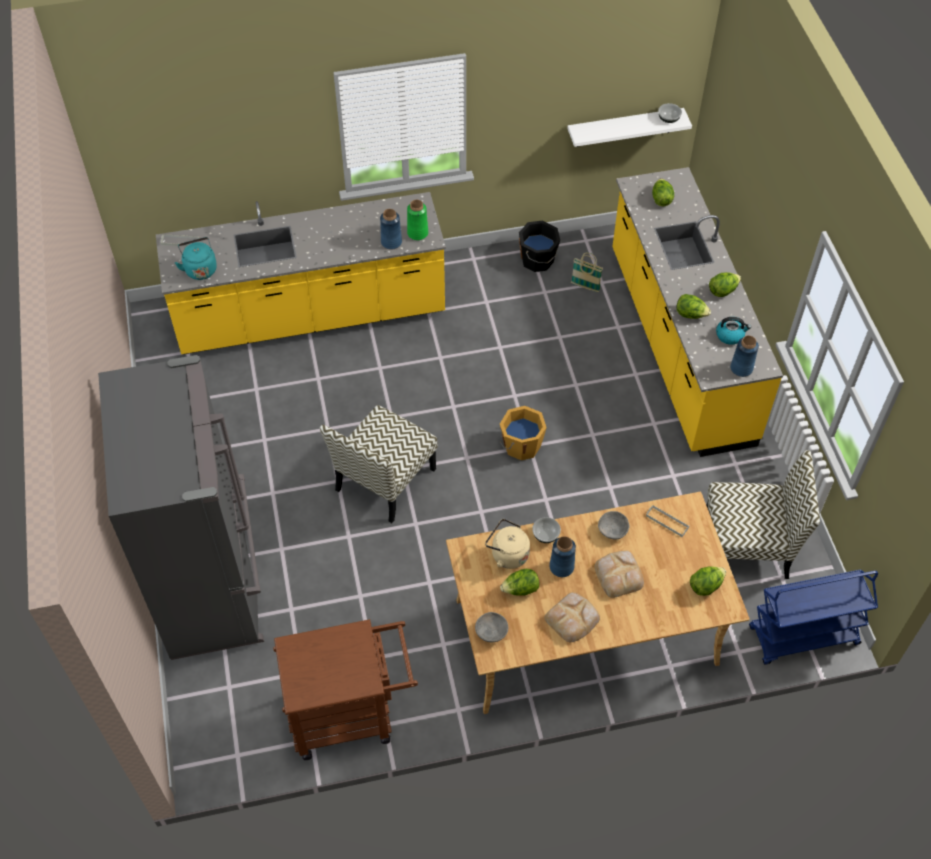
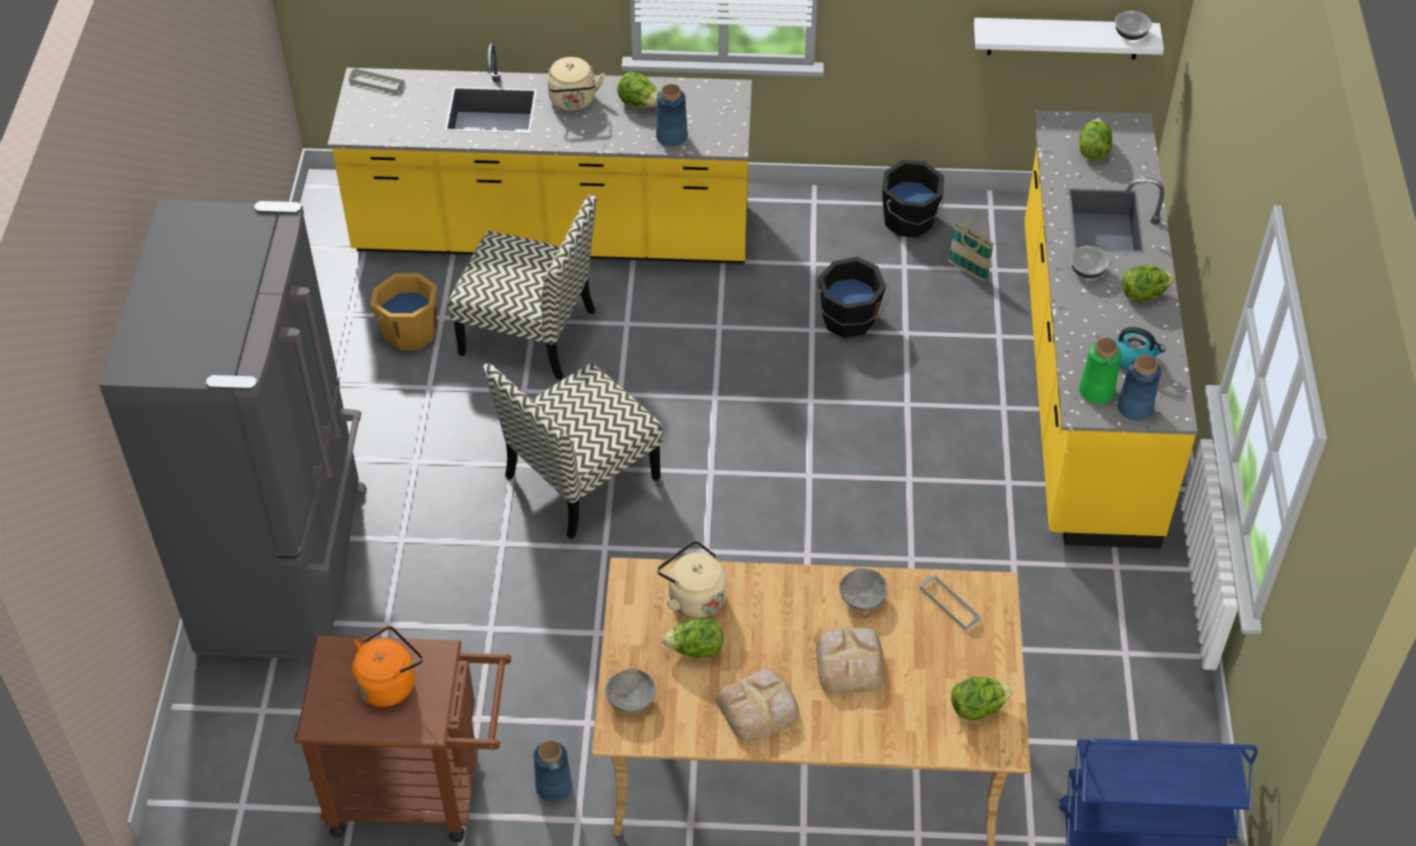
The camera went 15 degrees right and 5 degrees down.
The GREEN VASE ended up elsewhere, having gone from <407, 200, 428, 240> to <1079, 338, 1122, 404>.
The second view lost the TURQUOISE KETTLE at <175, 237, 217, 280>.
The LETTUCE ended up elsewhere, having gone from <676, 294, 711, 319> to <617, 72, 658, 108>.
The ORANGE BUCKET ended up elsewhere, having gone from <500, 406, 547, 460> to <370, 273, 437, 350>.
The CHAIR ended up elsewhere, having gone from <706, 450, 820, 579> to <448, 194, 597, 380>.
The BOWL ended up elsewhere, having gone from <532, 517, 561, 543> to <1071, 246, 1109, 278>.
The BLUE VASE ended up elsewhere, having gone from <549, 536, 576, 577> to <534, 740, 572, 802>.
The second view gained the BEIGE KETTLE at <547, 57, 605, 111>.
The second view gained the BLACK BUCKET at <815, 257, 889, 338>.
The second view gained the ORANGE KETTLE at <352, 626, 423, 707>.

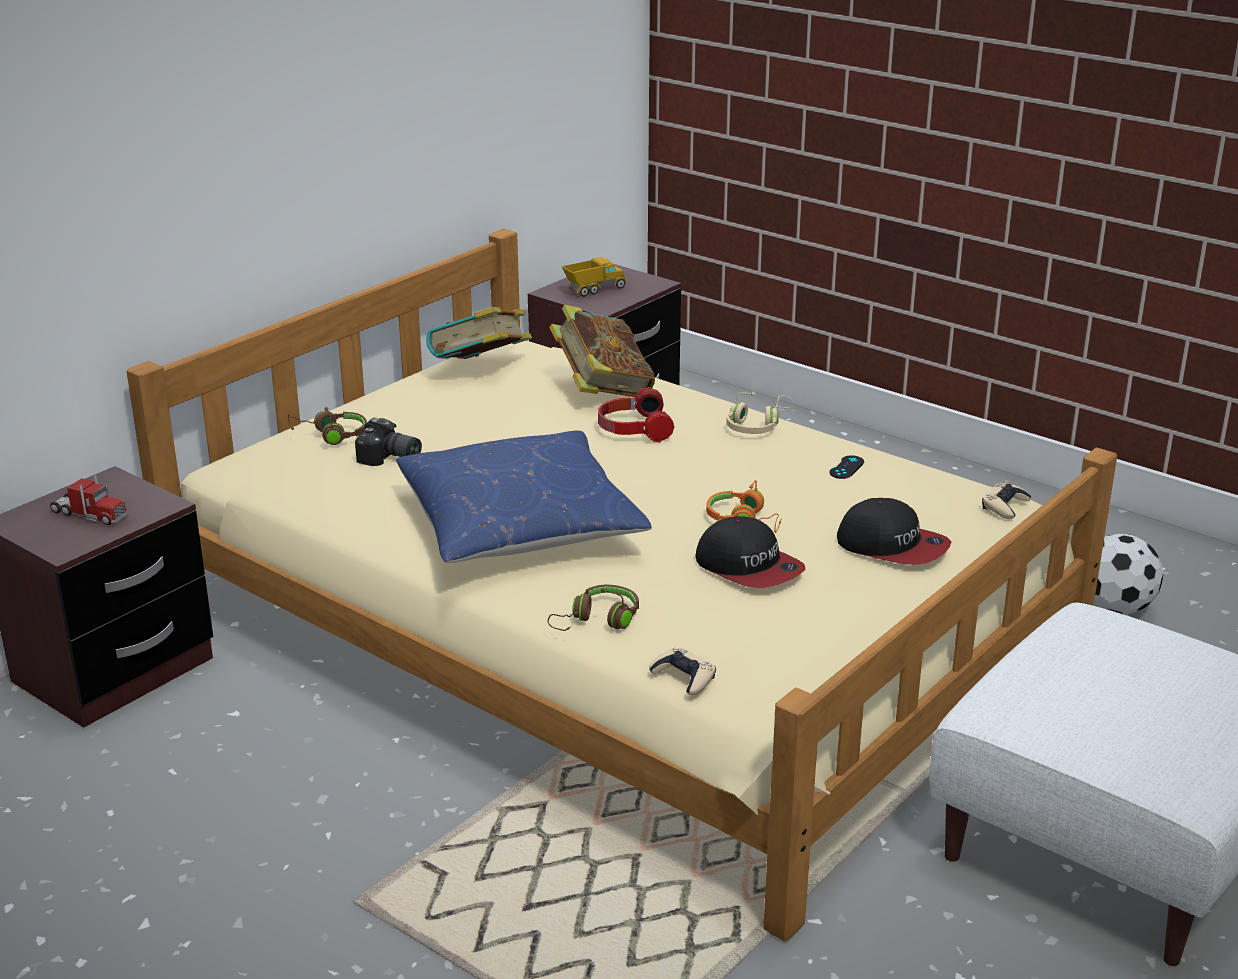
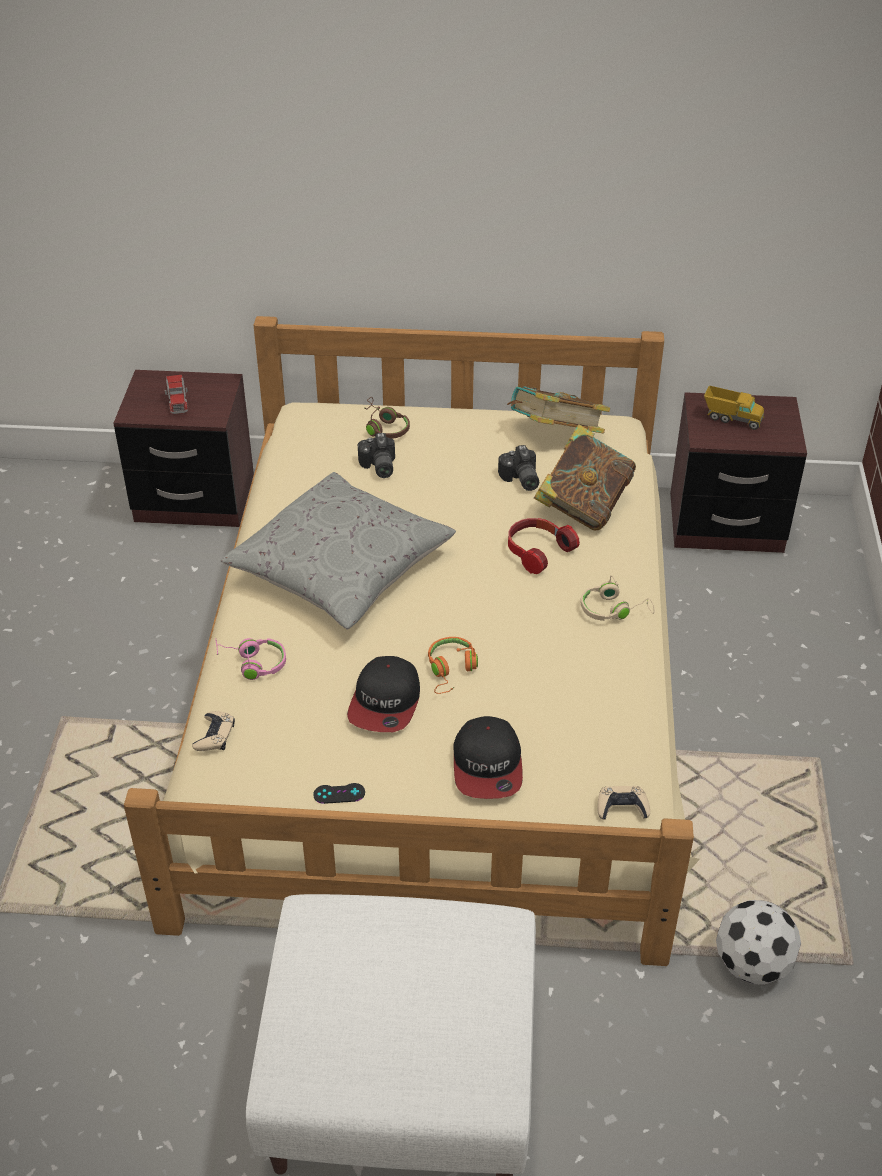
The camera went 55 degrees right and 15 degrees up.
What was the BLUE PILLOW at <396, 431, 652, 563> turned into the GREY PILLOW at <221, 472, 456, 630>.
The BLACK GAME CONTROLLER ended up elsewhere, having gone from <829, 455, 864, 479> to <313, 783, 365, 804>.
What was the BROWN HEADPHONES at <548, 585, 639, 631> turned into the PINK HEADPHONES at <215, 638, 286, 680>.
The second view gained the PHOTO CAMERA at <498, 445, 539, 491>.

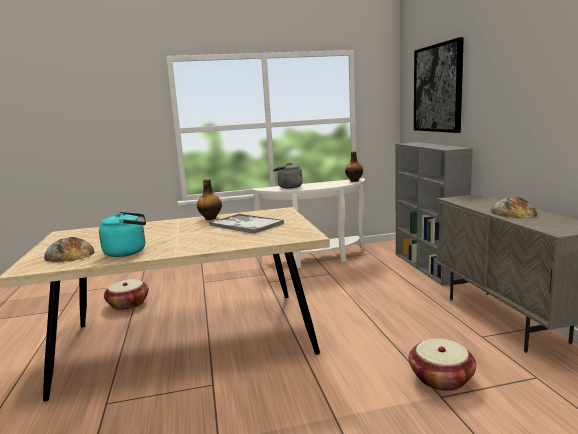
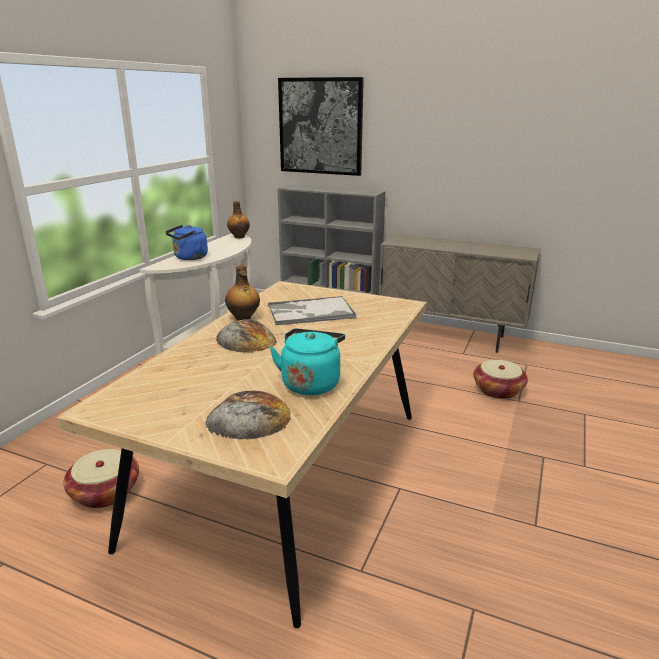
The camera went 55 degrees left and 10 degrees up.
What was the GREY KETTLE at <273, 163, 303, 189> turned into the BLUE KETTLE at <166, 225, 208, 260>.
The BREAD ended up elsewhere, having gone from <490, 197, 537, 218> to <216, 319, 276, 353>.

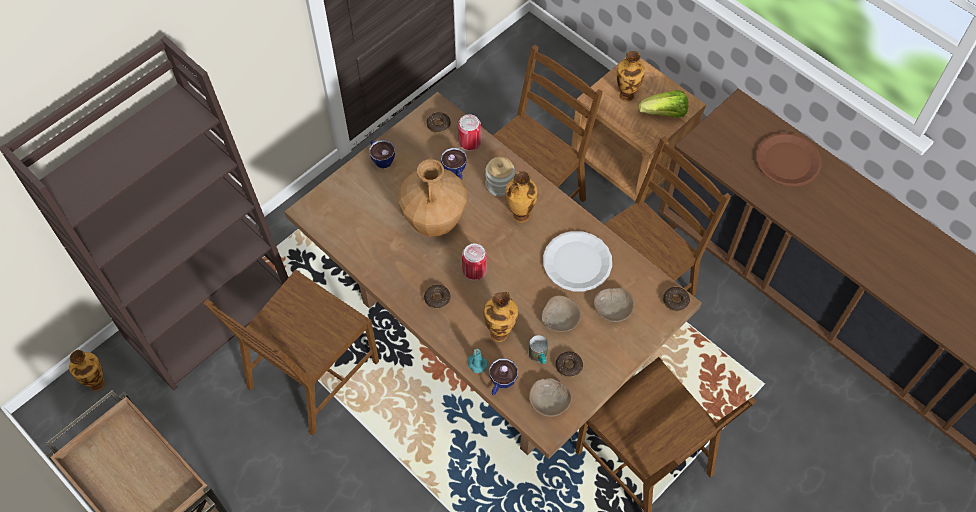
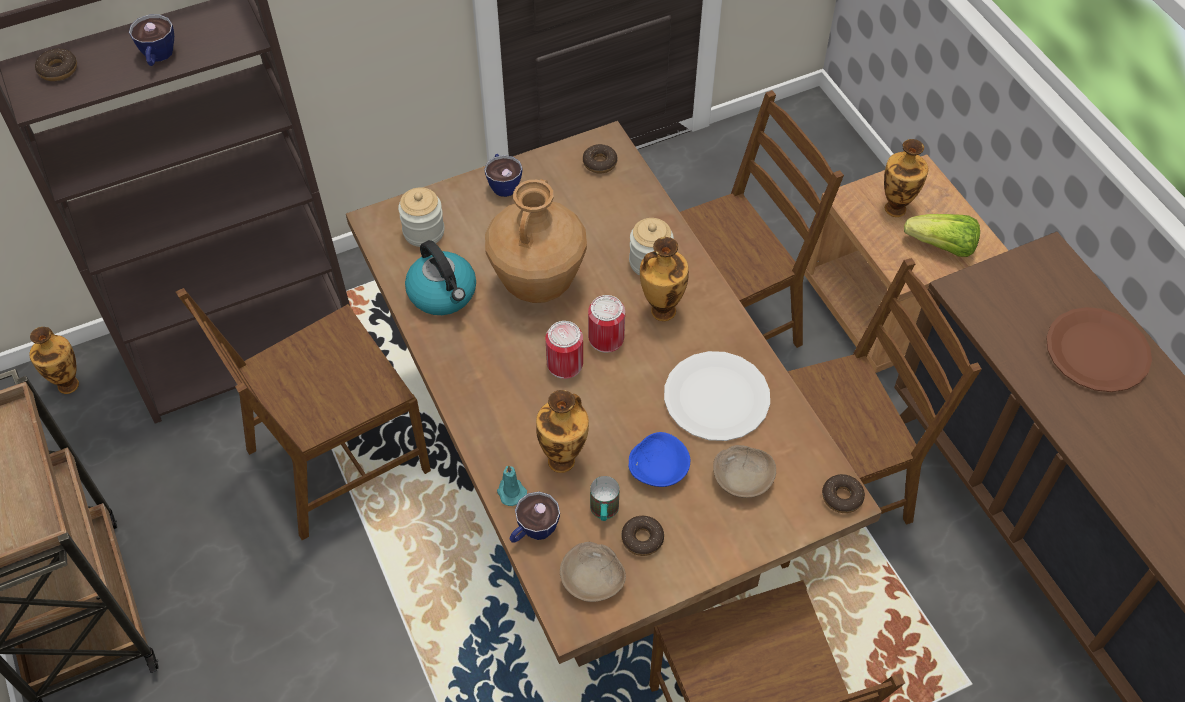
The camera went 20 degrees right and 5 degrees down.
The CAN ended up elsewhere, having gone from <458, 114, 481, 151> to <588, 295, 625, 353>.
The CUP ended up elsewhere, having gone from <441, 148, 467, 180> to <129, 14, 174, 66>.
The DONUT ended up elsewhere, having gone from <424, 285, 451, 309> to <35, 48, 77, 81>.
What was the BEIGE BOWL at <541, 295, 581, 332> turned into the BLUE BOWL at <628, 432, 690, 487>.
The second view gained the JAR at <398, 187, 445, 247>.
The second view gained the KETTLE at <405, 240, 476, 315>.

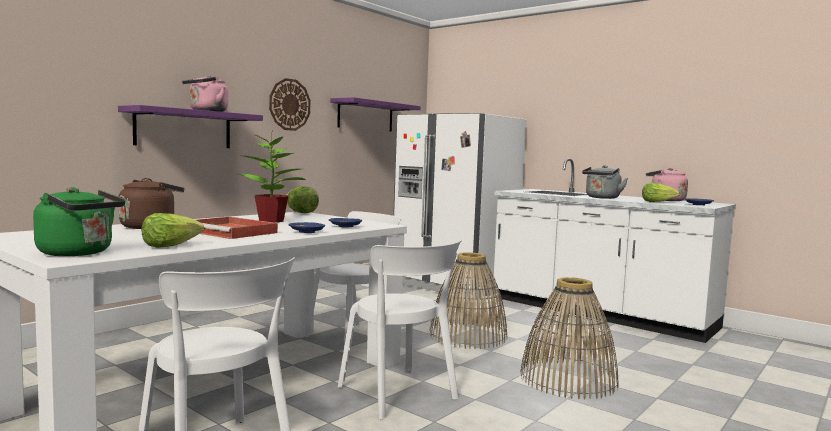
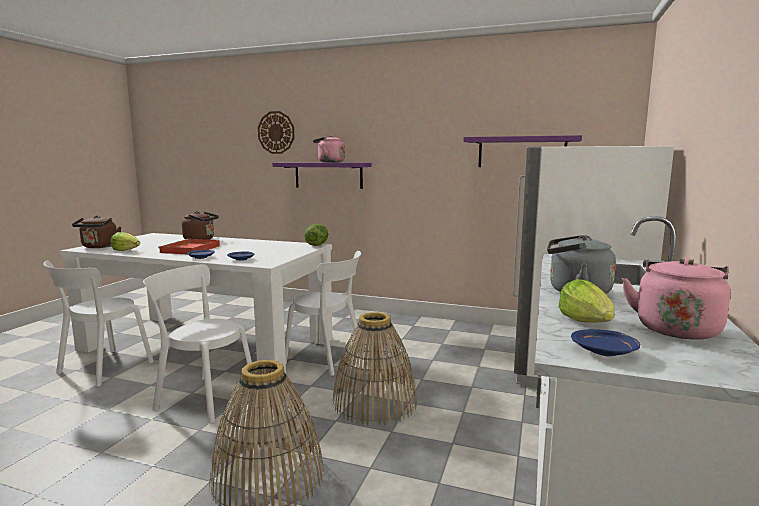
The camera went 70 degrees right and 5 degrees up.
The WALL CLOCK ended up elsewhere, having gone from <269, 78, 310, 131> to <258, 111, 295, 154>.
The second view lost the POTTED PLANT at <239, 134, 306, 223>.
What was the GREEN KETTLE at <33, 187, 125, 256> turned into the BROWN KETTLE at <72, 216, 121, 248>.
The WHITE CHAIR at <338, 239, 462, 419> ended up facing another way, 75 degrees clockwise from before.

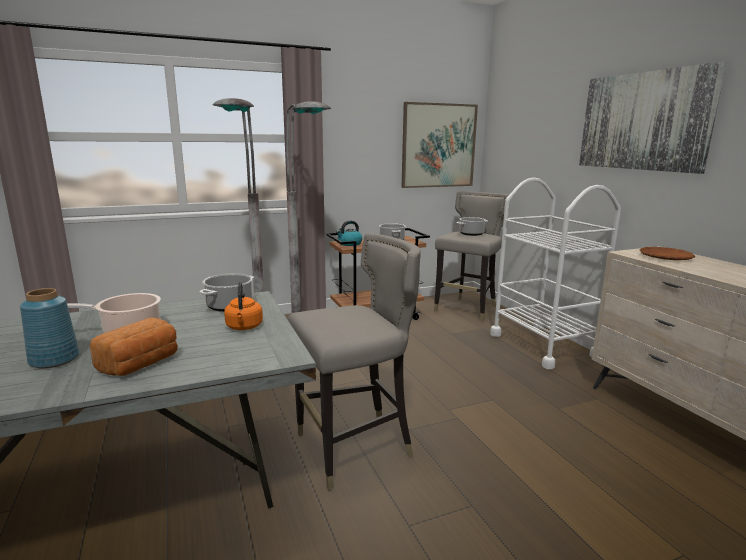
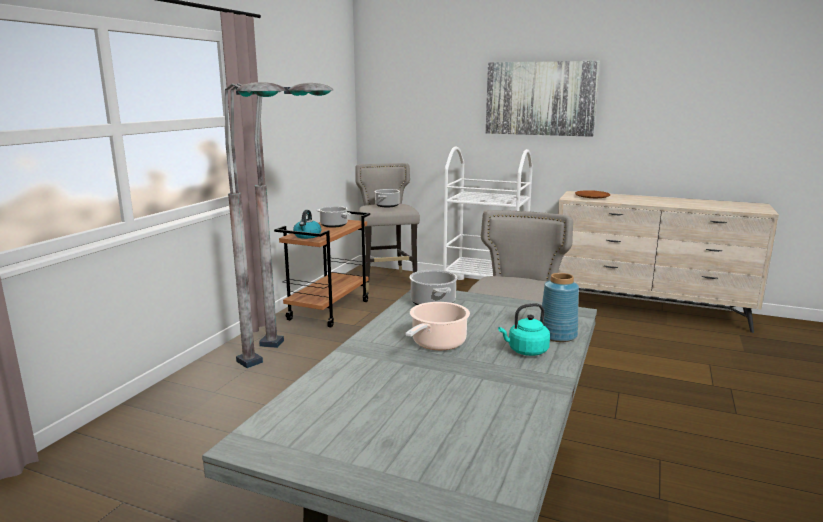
The camera went 45 degrees left and 0 degrees up.
The second view lost the PICTURE at <402, 102, 478, 188>.
The second view lost the ORANGE KETTLE at <224, 282, 263, 330>.
The BLUE VASE ended up elsewhere, having gone from <20, 288, 80, 368> to <540, 273, 579, 342>.
Where the BREAD stood at <90, 317, 178, 376>, the TURQUOISE KETTLE came to stand at <498, 303, 550, 356>.

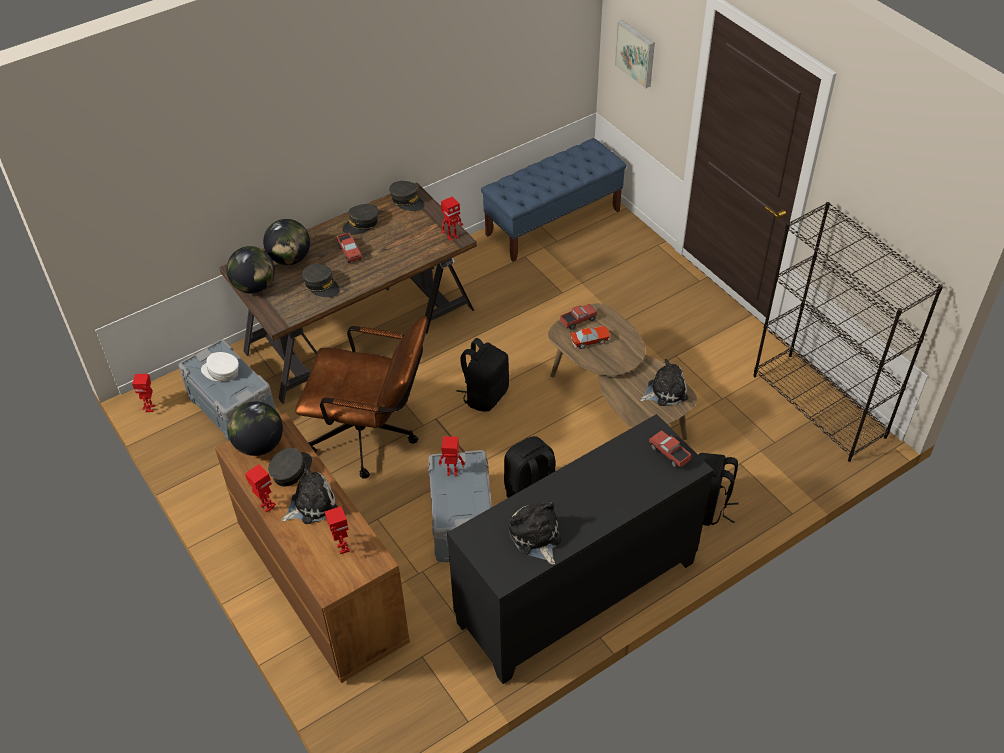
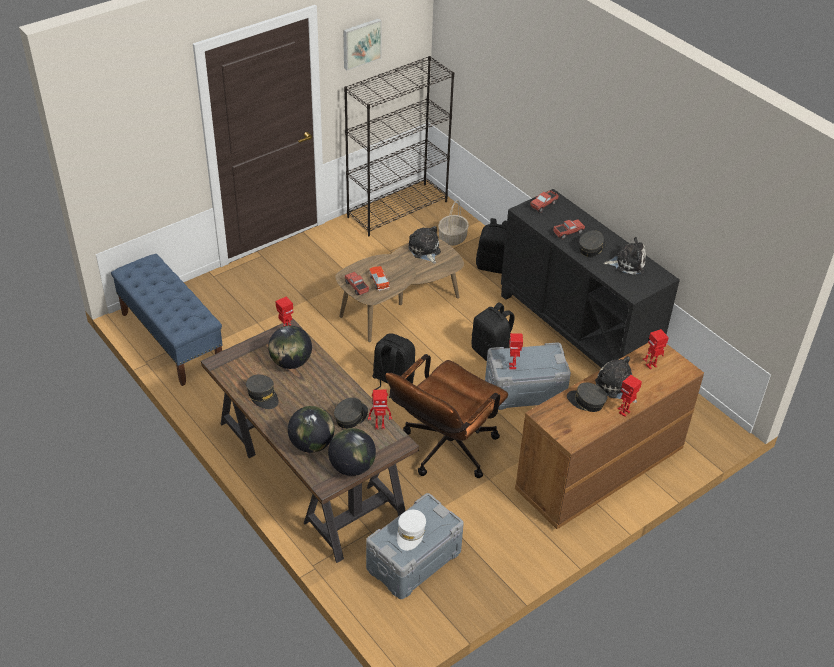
The camera went 95 degrees left and 5 degrees down.
The PICTURE ended up elsewhere, having gone from <615, 20, 655, 88> to <343, 18, 382, 70>.
The GREY CAP ended up elsewhere, having gone from <389, 181, 424, 211> to <579, 230, 605, 257>.
The TOY TRUCK ended up elsewhere, having gone from <337, 233, 362, 263> to <553, 219, 585, 239>.
The BROWN OFFICE CHAIR at <295, 316, 428, 479> ended up facing another way, 150 degrees counterclockwise from before.
The TOY ROBOT ended up elsewhere, having gone from <132, 374, 155, 412> to <368, 390, 392, 429>.
The GLOBE ended up elsewhere, having gone from <227, 401, 283, 456> to <268, 326, 312, 369>.
The PLUSH TOY at <509, 501, 561, 565> ended up facing another way, 150 degrees counterclockwise from before.
The second view gained the BASKET at <438, 200, 469, 246>.

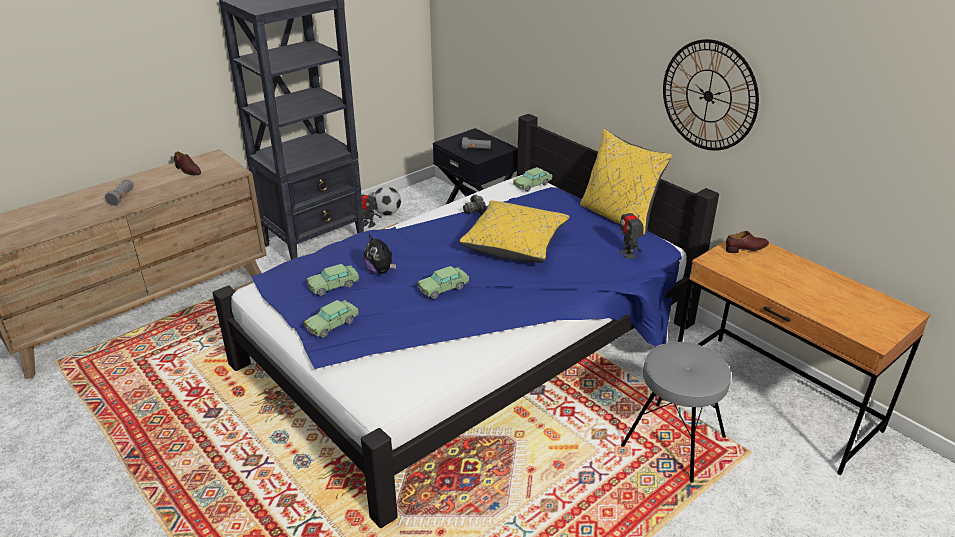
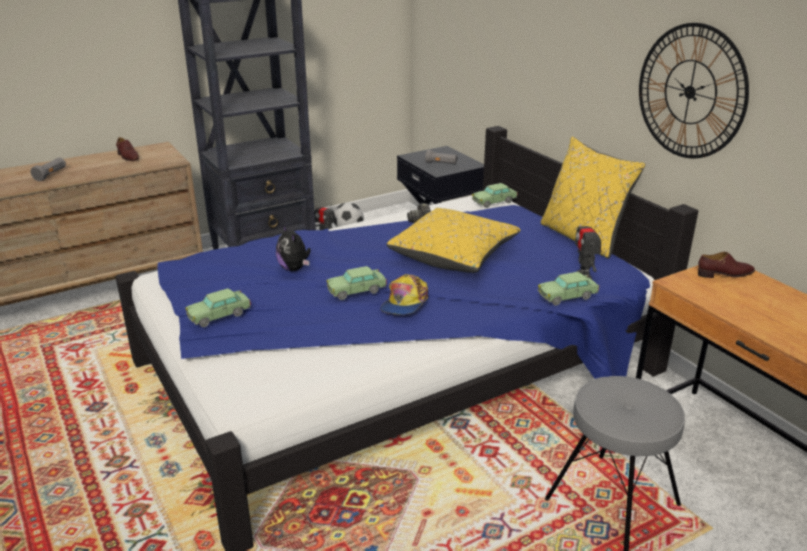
The camera went 10 degrees right and 5 degrees down.
The TOY CAR ended up elsewhere, having gone from <307, 264, 359, 296> to <538, 272, 599, 306>.
The second view gained the CAP at <380, 274, 428, 315>.

